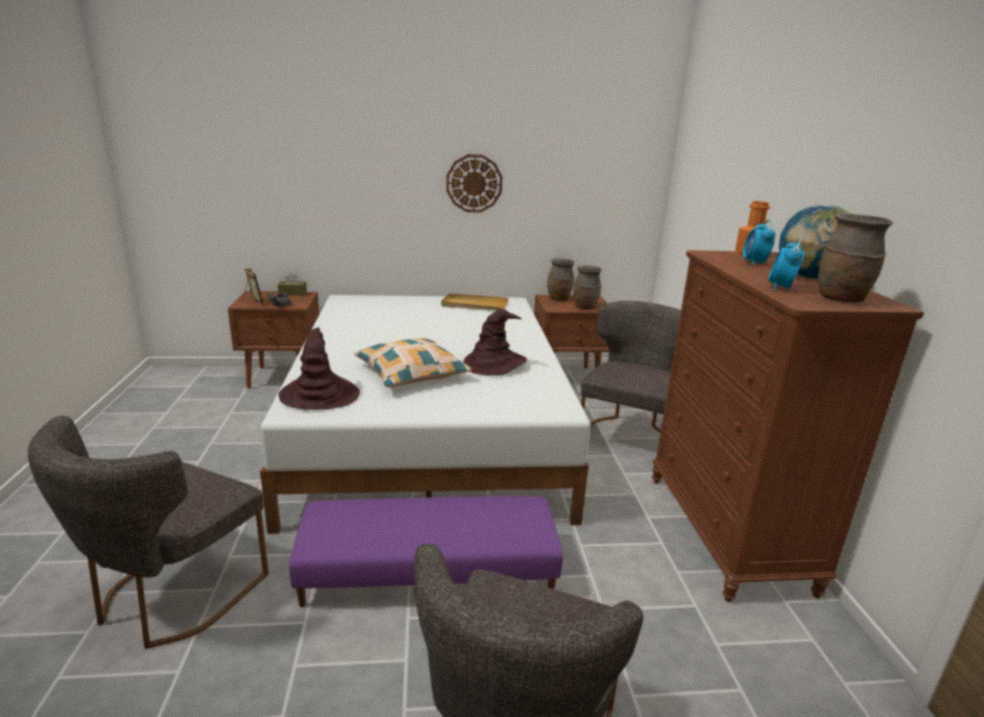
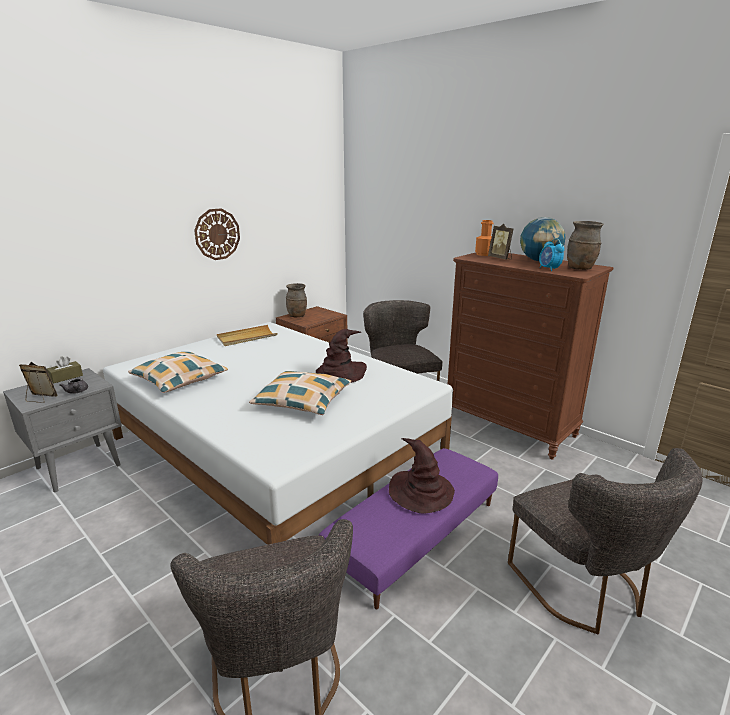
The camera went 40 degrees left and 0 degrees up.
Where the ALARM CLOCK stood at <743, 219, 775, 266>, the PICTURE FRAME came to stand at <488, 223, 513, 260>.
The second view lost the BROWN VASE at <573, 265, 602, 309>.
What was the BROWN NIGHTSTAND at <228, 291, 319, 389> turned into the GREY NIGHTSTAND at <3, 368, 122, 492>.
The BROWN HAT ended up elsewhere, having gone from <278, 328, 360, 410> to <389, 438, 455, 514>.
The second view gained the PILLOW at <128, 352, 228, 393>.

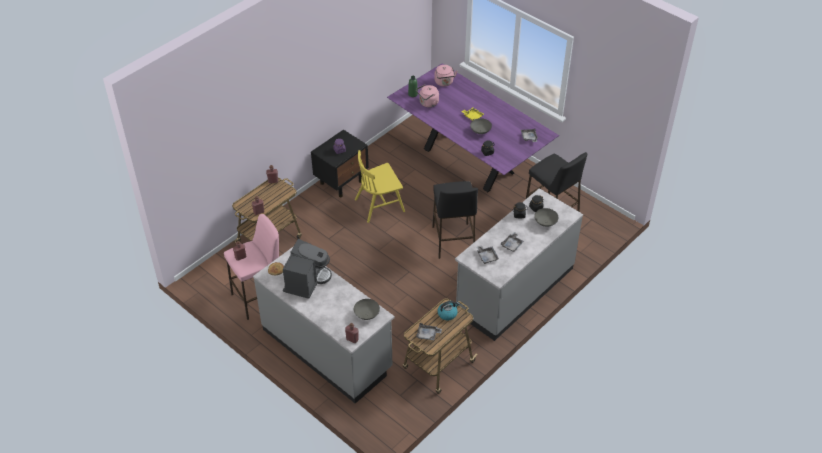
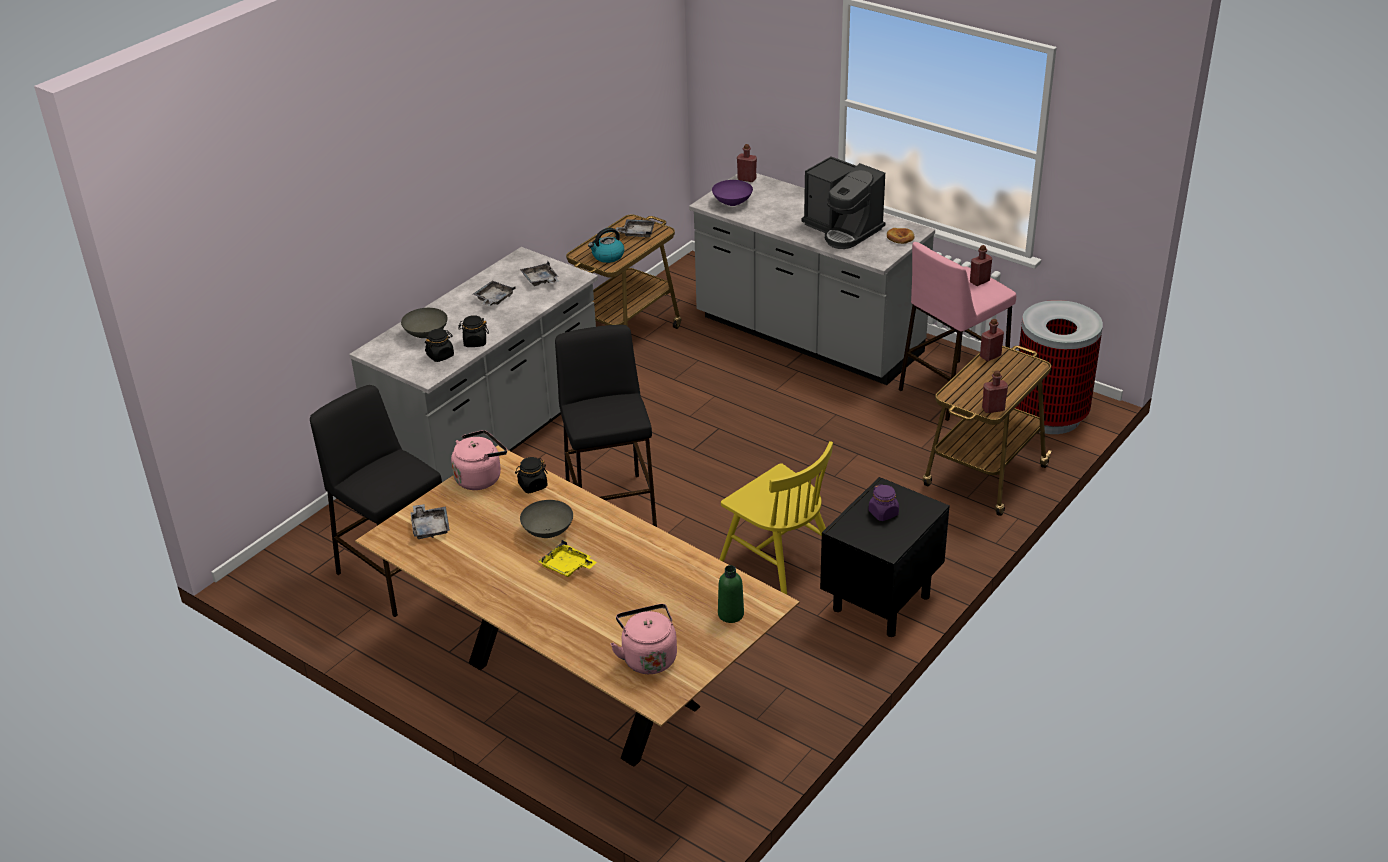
The camera went 175 degrees right and 10 degrees down.
What was the PURPLE DINING TABLE at <387, 63, 559, 192> turned into the BROWN DINING TABLE at <355, 445, 800, 767>.
The PINK KETTLE ended up elsewhere, having gone from <416, 84, 439, 107> to <451, 430, 507, 490>.
The YELLOW CHAIR at <355, 150, 405, 223> ended up facing another way, 75 degrees clockwise from before.
The COFFEE MACHINE at <283, 239, 332, 299> ended up facing another way, 60 degrees counterclockwise from before.
What was the GREY BOWL at <354, 299, 380, 320> turned into the PURPLE BOWL at <712, 180, 753, 206>.
The second view gained the TRASH CAN at <1014, 300, 1103, 434>.

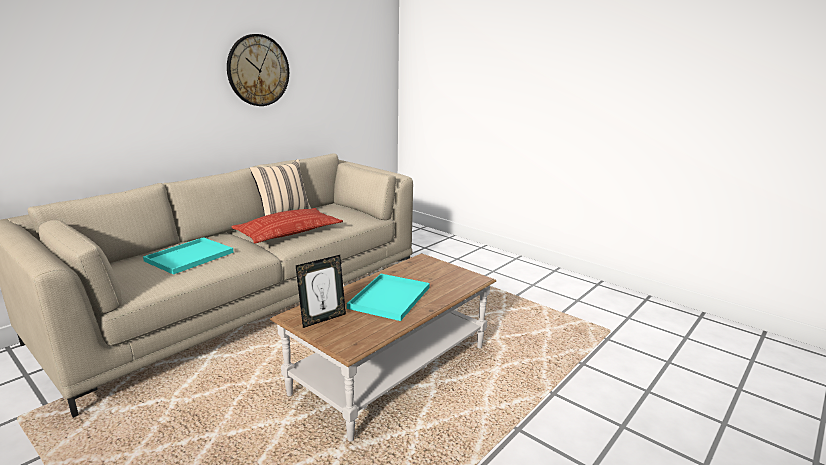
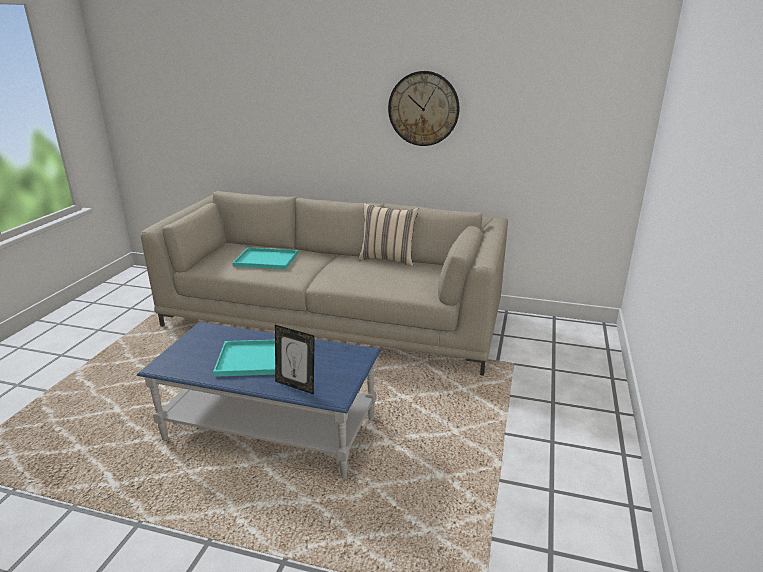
The camera went 65 degrees right and 5 degrees up.
The second view lost the PILLOW at <231, 208, 343, 244>.
What was the BROWN COFFEE TABLE at <270, 253, 496, 442> turned into the BLUE COFFEE TABLE at <137, 322, 381, 479>.
The PICTURE FRAME ended up elsewhere, having gone from <296, 255, 346, 328> to <275, 325, 315, 394>.

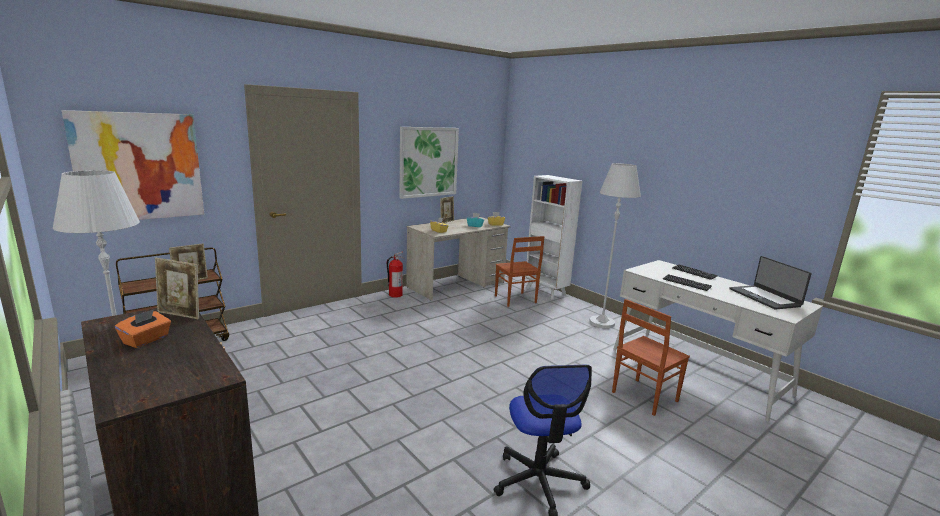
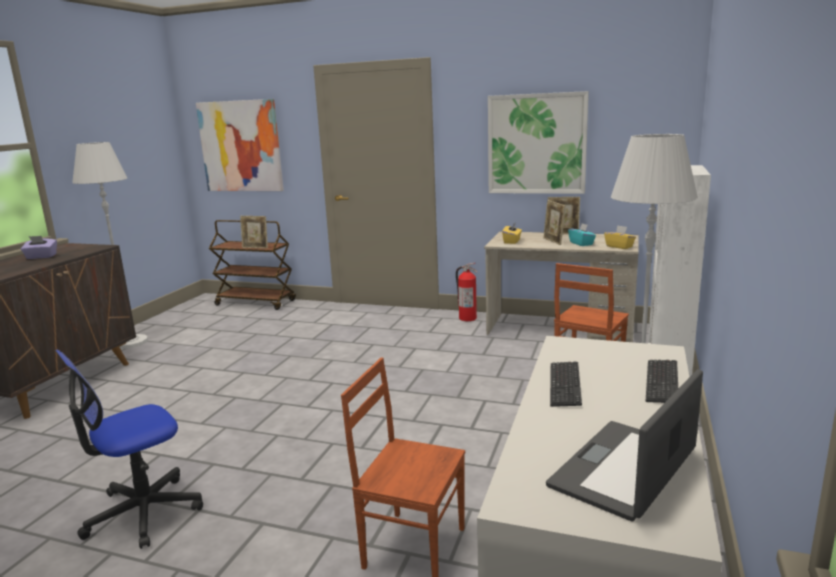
The camera went 60 degrees right and 0 degrees up.
The PICTURE FRAME ended up elsewhere, having gone from <155, 258, 199, 319> to <543, 200, 566, 245>.
What was the ORANGE TISSUE BOX at <115, 309, 171, 348> turned into the PURPLE TISSUE BOX at <20, 236, 57, 259>.

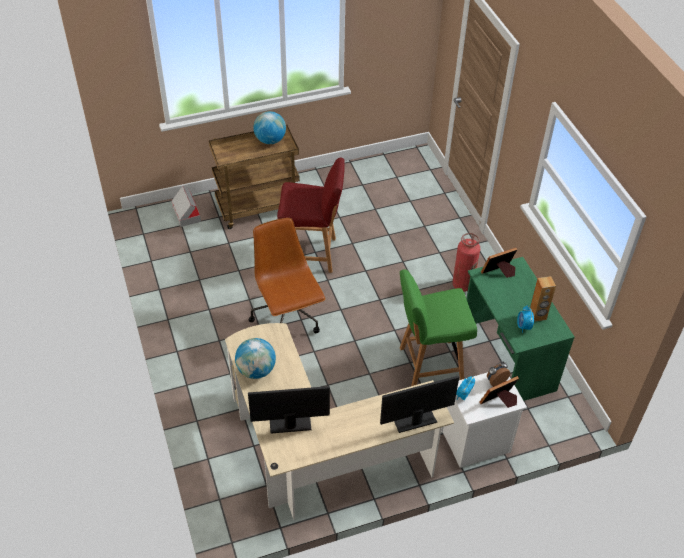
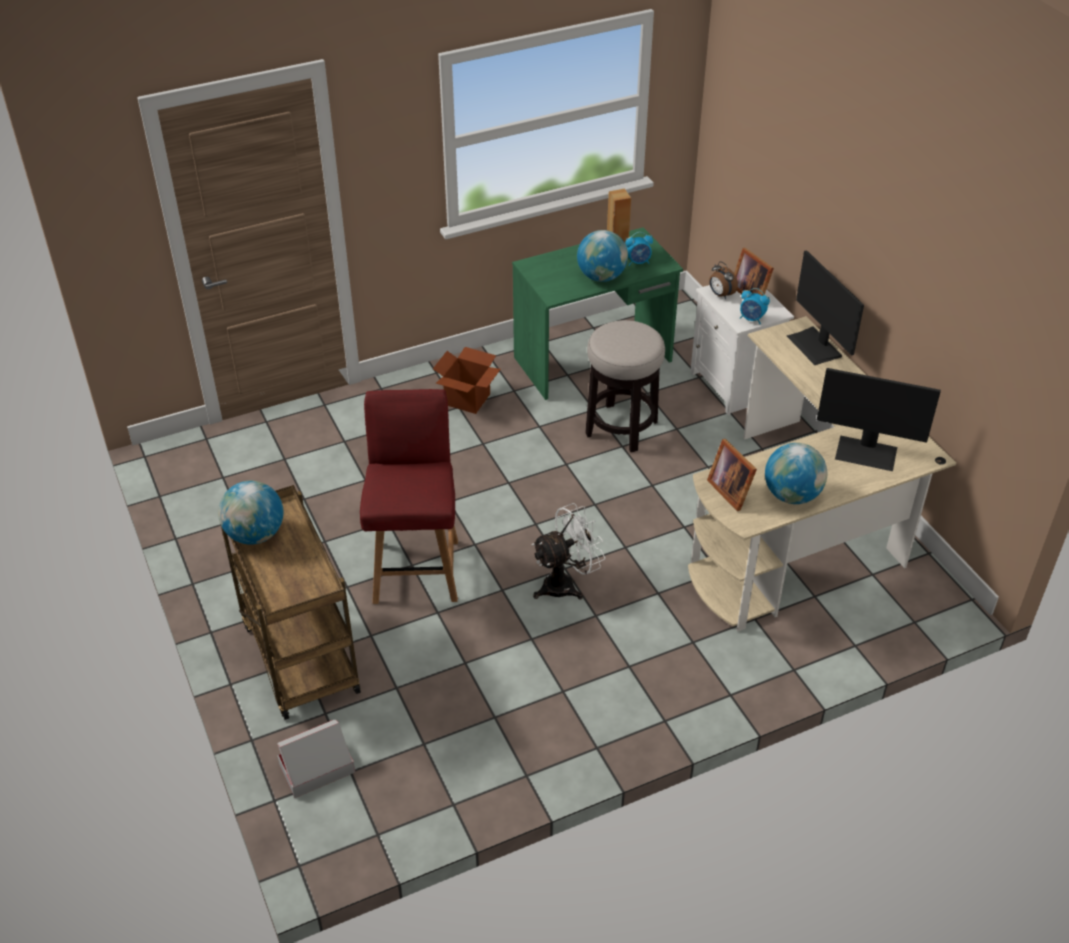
The camera went 95 degrees left and 5 degrees down.
Where the BROWN OFFICE CHAIR stood at <248, 218, 326, 333>, the WHITE FAN came to stand at <532, 503, 605, 599>.
Where the FIRE EXTINGUISHER stood at <453, 233, 480, 292>, the CARDBOARD BOX came to stand at <433, 347, 501, 414>.
The PICTURE FRAME ended up elsewhere, having gone from <481, 248, 517, 278> to <707, 439, 757, 511>.
Where the GREEN CHAIR stood at <400, 269, 477, 386>, the STOOL came to stand at <585, 320, 665, 452>.
The MONITOR at <248, 386, 330, 434> ended up facing another way, 60 degrees counterclockwise from before.
The second view gained the GLOBE at <577, 230, 628, 282>.

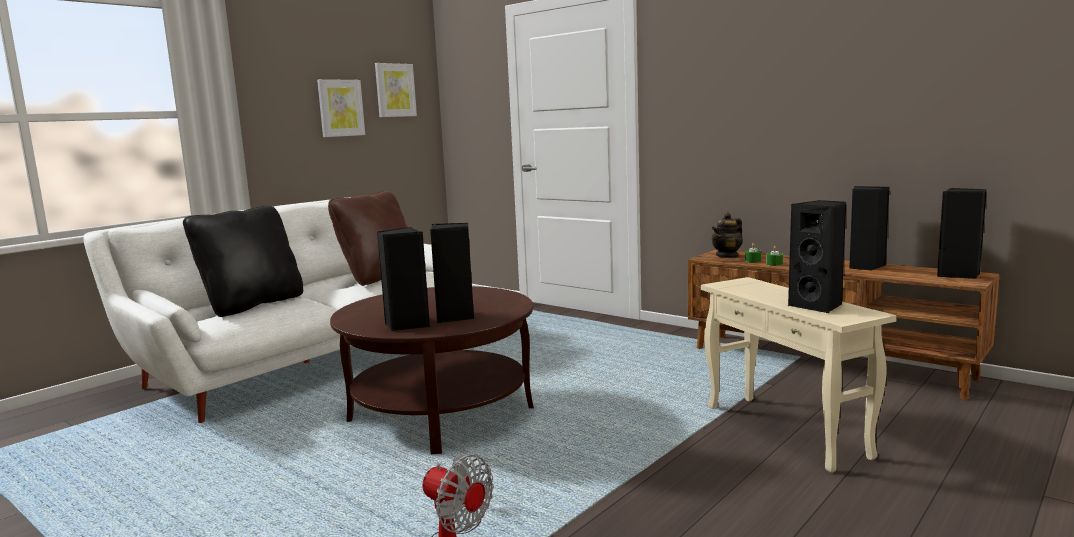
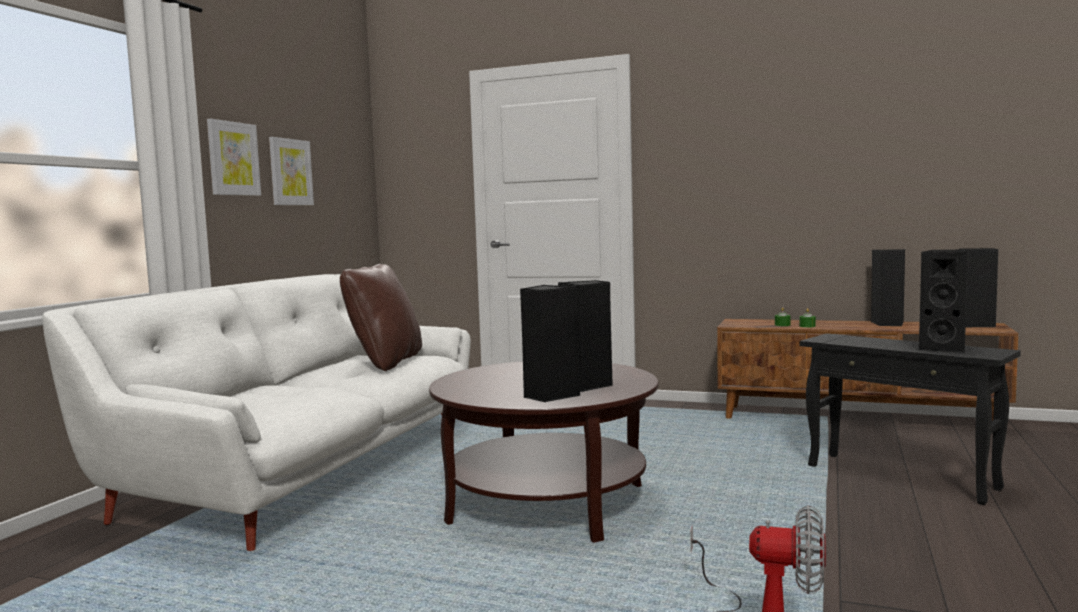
The camera went 20 degrees left and 5 degrees down.
The PICTURE ended up elsewhere, having gone from <375, 63, 417, 117> to <207, 119, 261, 196>.
The second view lost the BLACK PILLOW at <183, 206, 303, 317>.
The second view lost the TEAPOT at <712, 212, 743, 258>.
What was the BEIGE SIDE TABLE at <701, 277, 896, 473> turned into the BLACK SIDE TABLE at <800, 333, 1021, 505>.

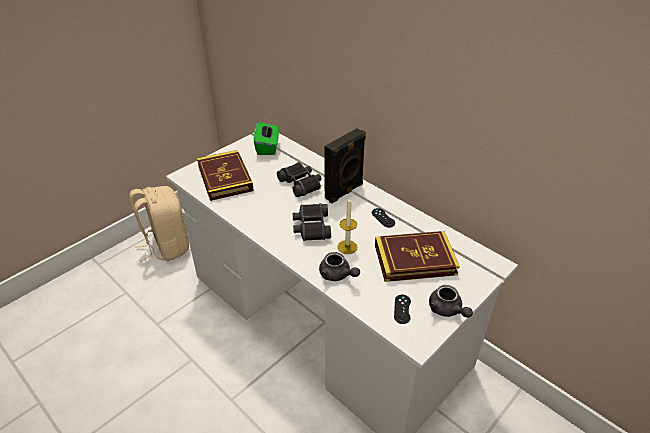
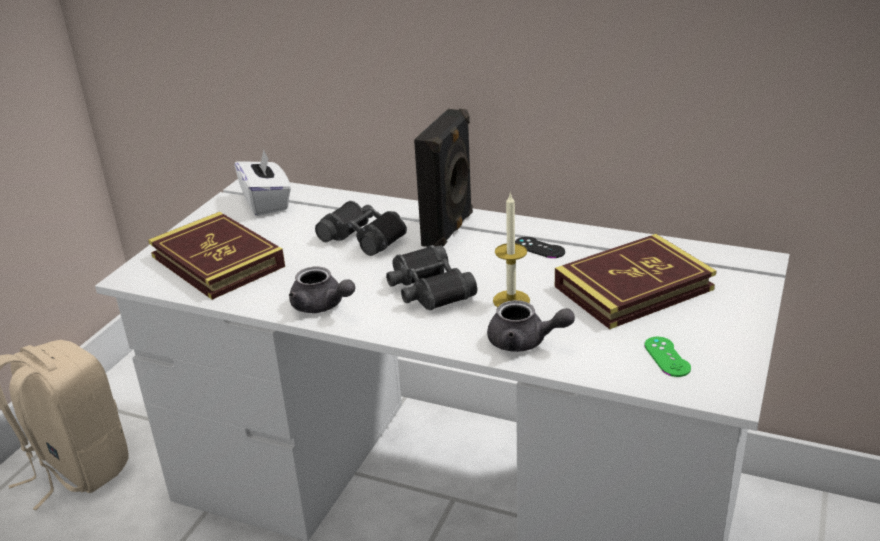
The camera went 20 degrees left and 10 degrees down.
What was the GREEN TISSUE BOX at <254, 122, 279, 155> turned into the WHITE TISSUE BOX at <234, 150, 291, 216>.
The GREY TEAPOT ended up elsewhere, having gone from <429, 285, 473, 318> to <289, 267, 355, 313>.
What was the BLACK GAME CONTROLLER at <394, 295, 411, 324> turned into the GREEN GAME CONTROLLER at <644, 337, 691, 377>.

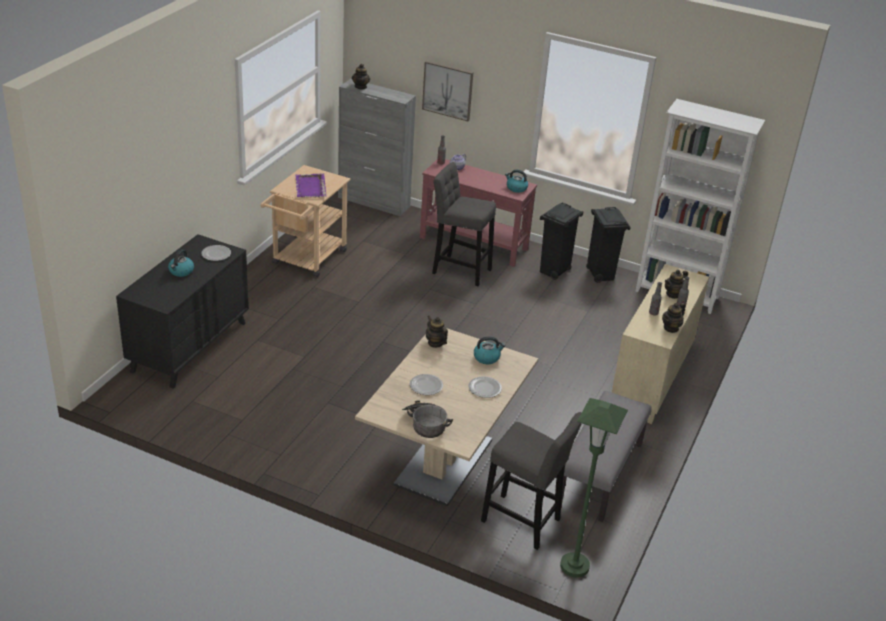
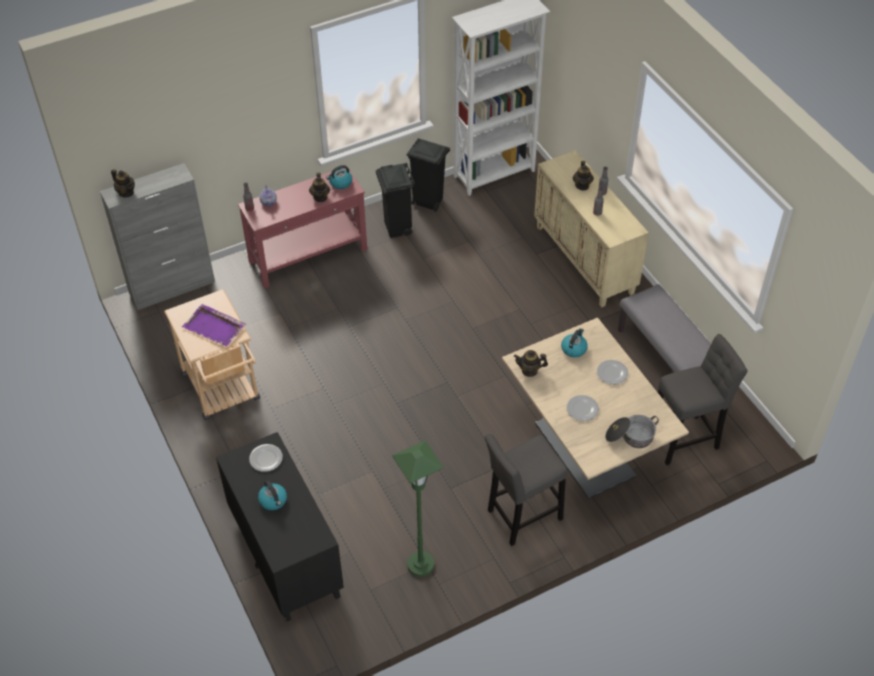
The camera went 50 degrees left and 15 degrees up.
The second view lost the PICTURE at <422, 61, 473, 121>.
The GREY STOOL ended up elsewhere, having gone from <432, 162, 496, 286> to <485, 434, 567, 546>.
The TEAPOT ended up elsewhere, having gone from <662, 303, 686, 333> to <309, 172, 330, 202>.
The GREEN FLOOR LAMP ended up elsewhere, having gone from <560, 398, 628, 578> to <392, 440, 444, 577>.

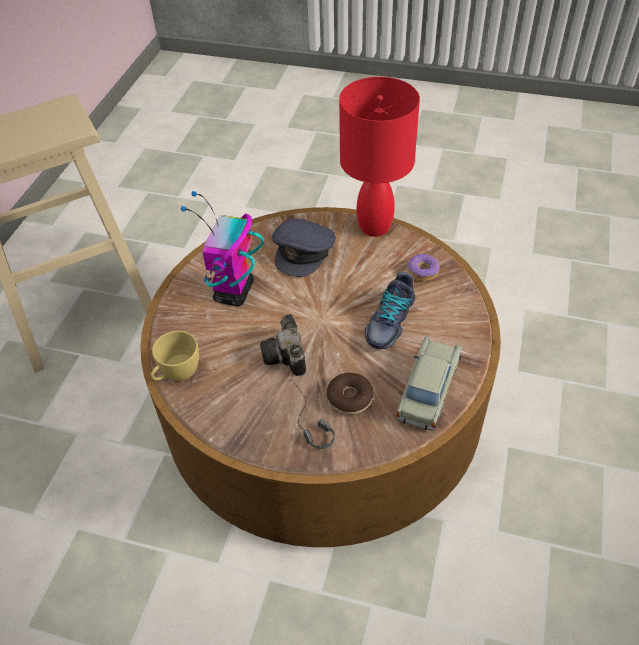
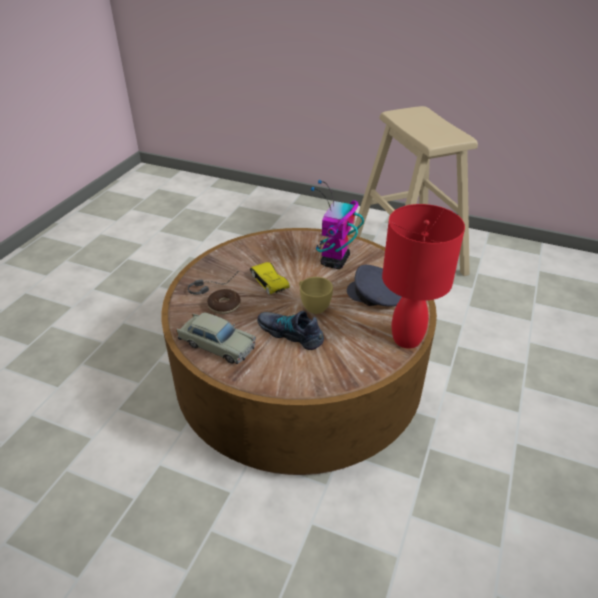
The camera went 95 degrees right and 10 degrees down.
The TOY ROBOT at <181, 191, 264, 306> ended up facing another way, 90 degrees counterclockwise from before.
The second view lost the DONUT at <407, 254, 440, 282>.
Where the PHOTO CAMERA stood at <260, 314, 306, 376>, the YELLOW TOY CAR came to stand at <250, 262, 290, 295>.
The YELLOW CUP ended up elsewhere, having gone from <151, 331, 199, 381> to <299, 277, 333, 314>.

